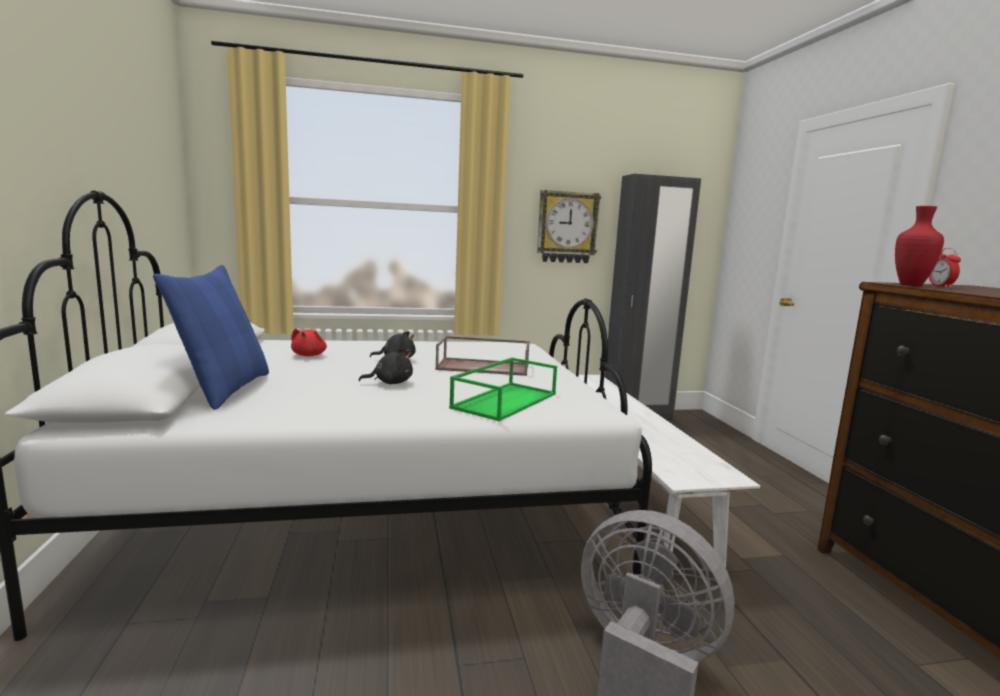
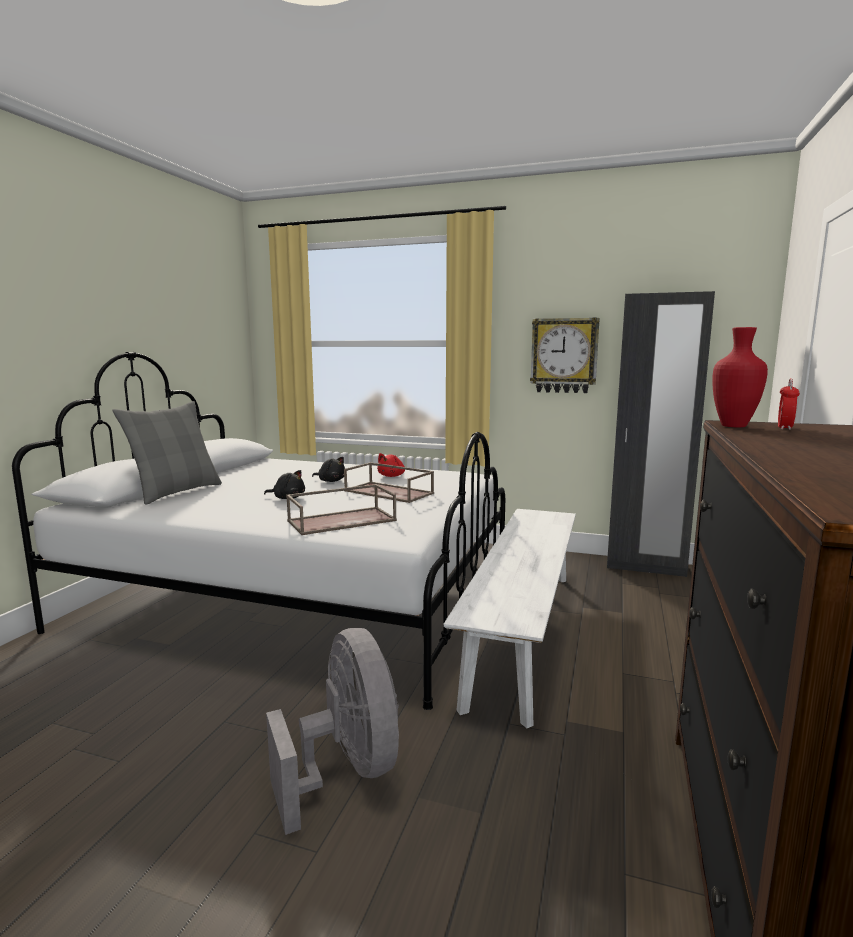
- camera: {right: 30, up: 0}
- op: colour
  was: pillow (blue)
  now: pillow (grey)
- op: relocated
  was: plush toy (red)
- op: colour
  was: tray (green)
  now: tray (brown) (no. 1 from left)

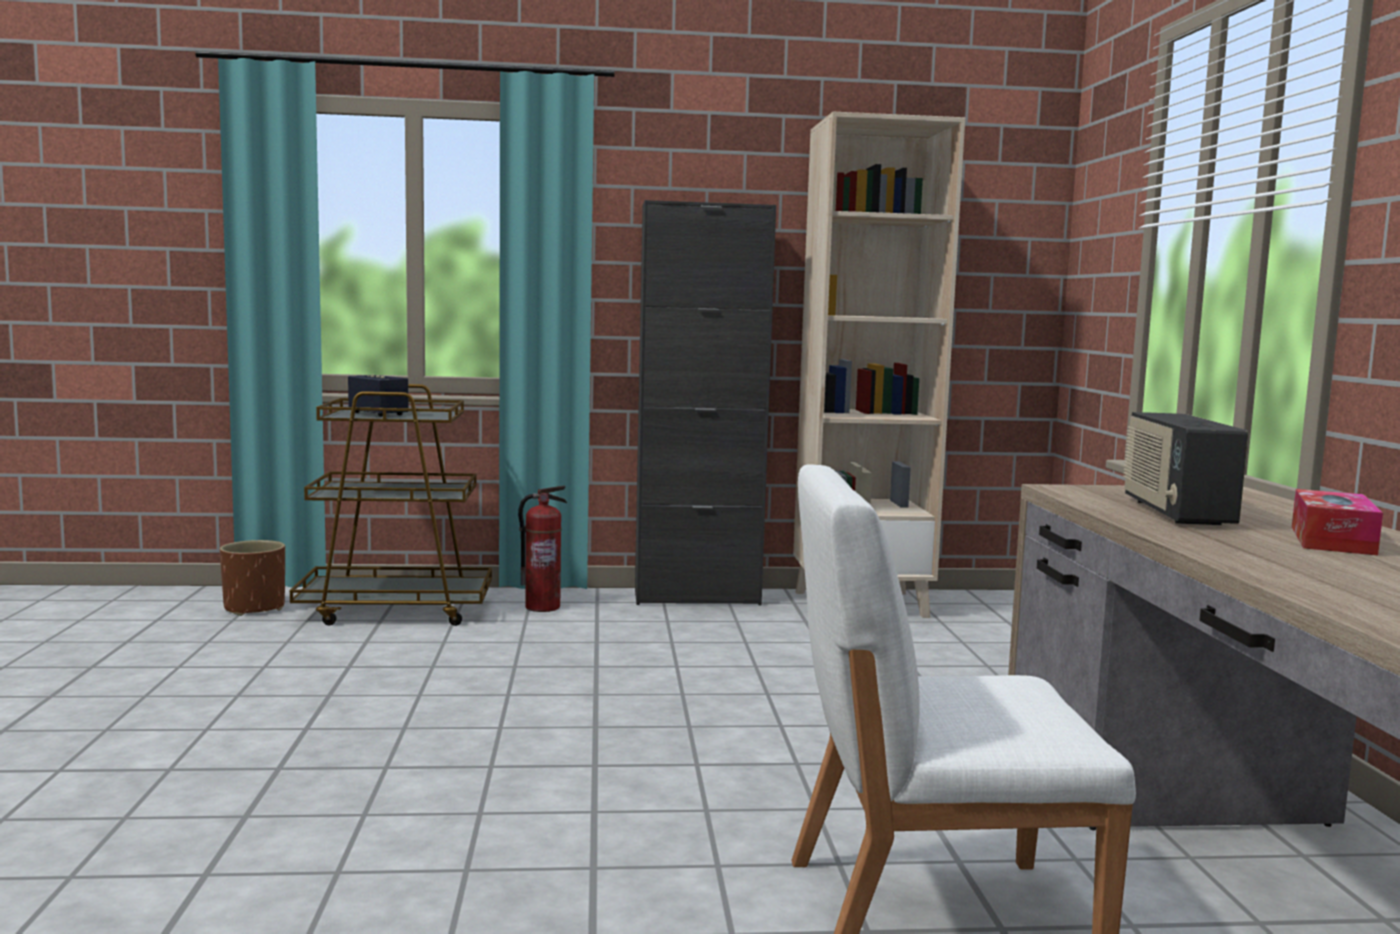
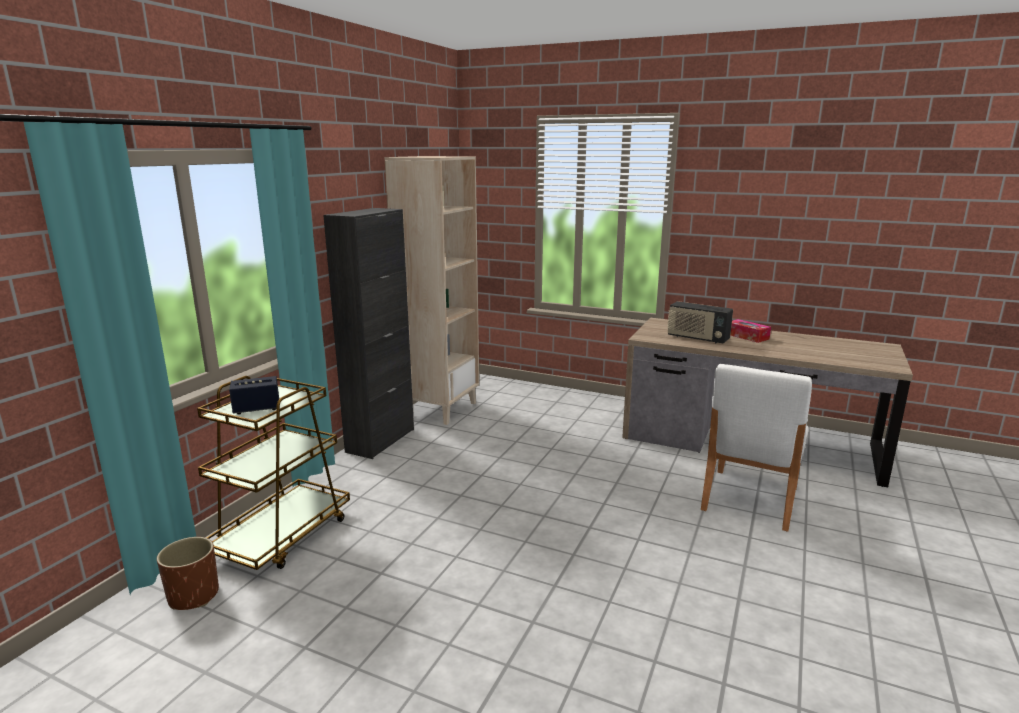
- camera: {right: -60, up: 10}
- op: missing
  was: fire extinguisher

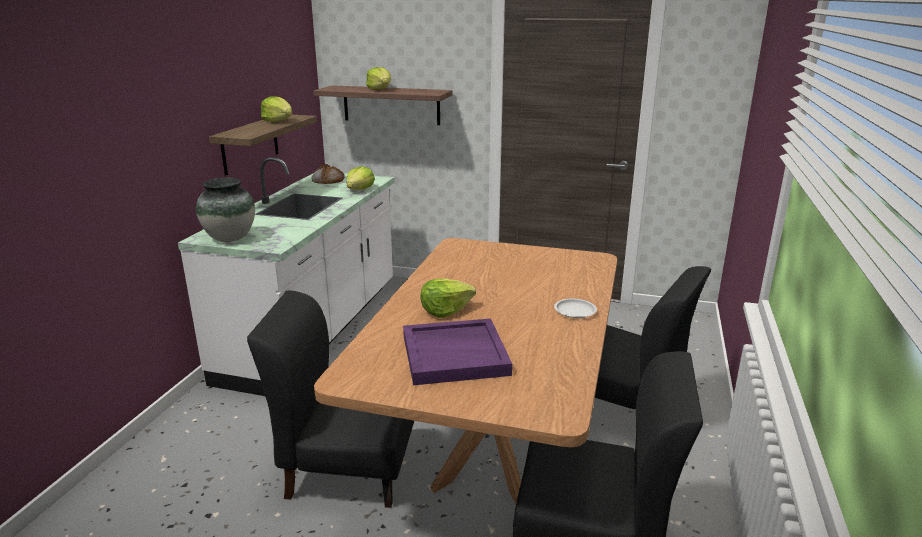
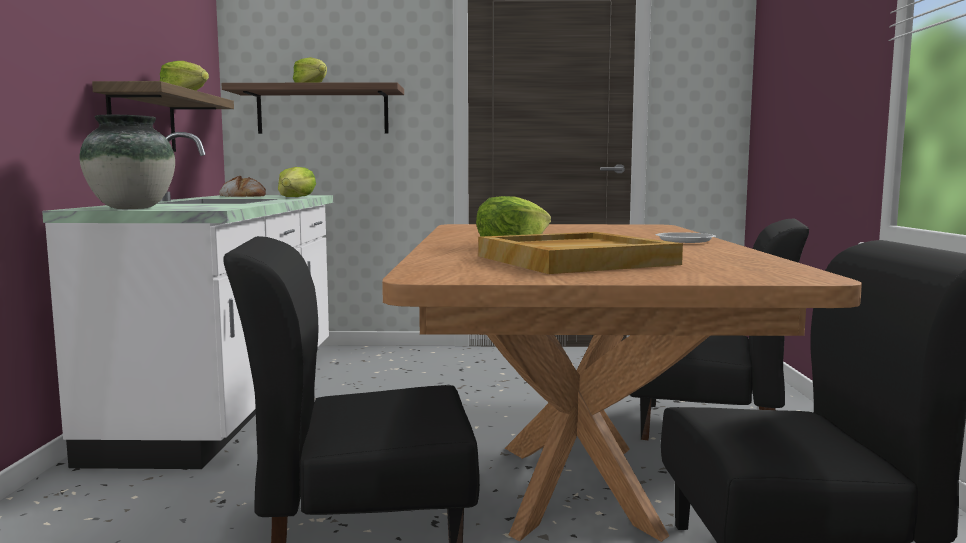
- camera: {right: -15, up: -15}
- op: colour
  was: tray (purple)
  now: tray (beige)

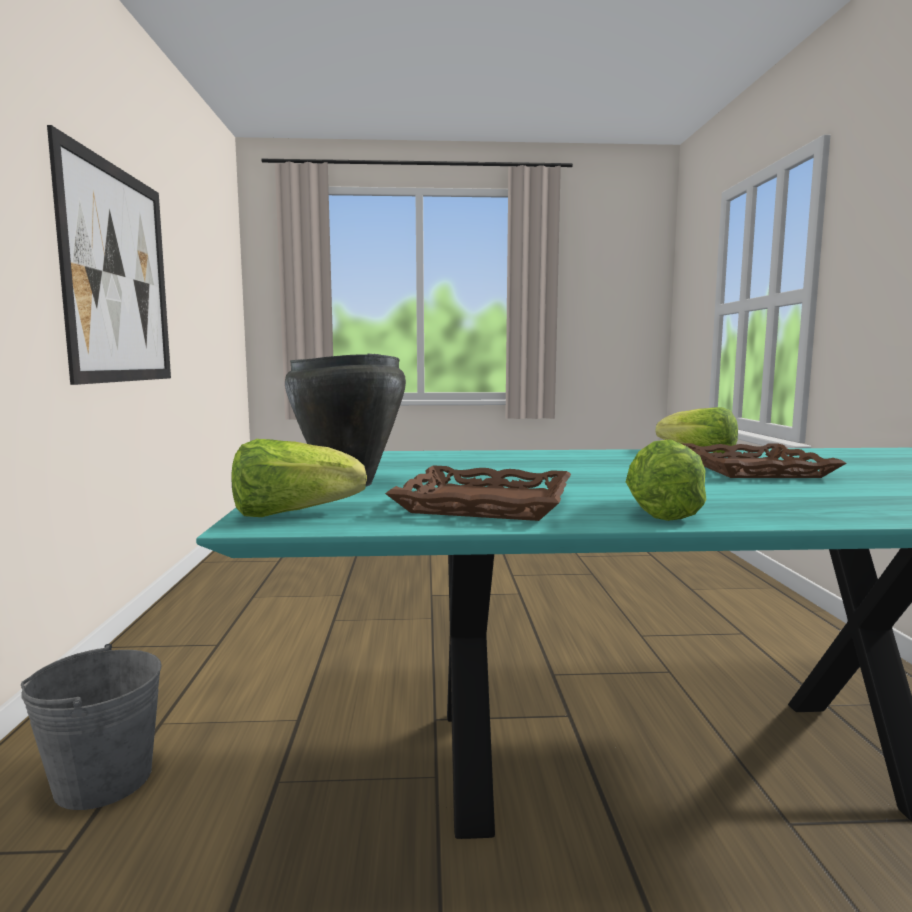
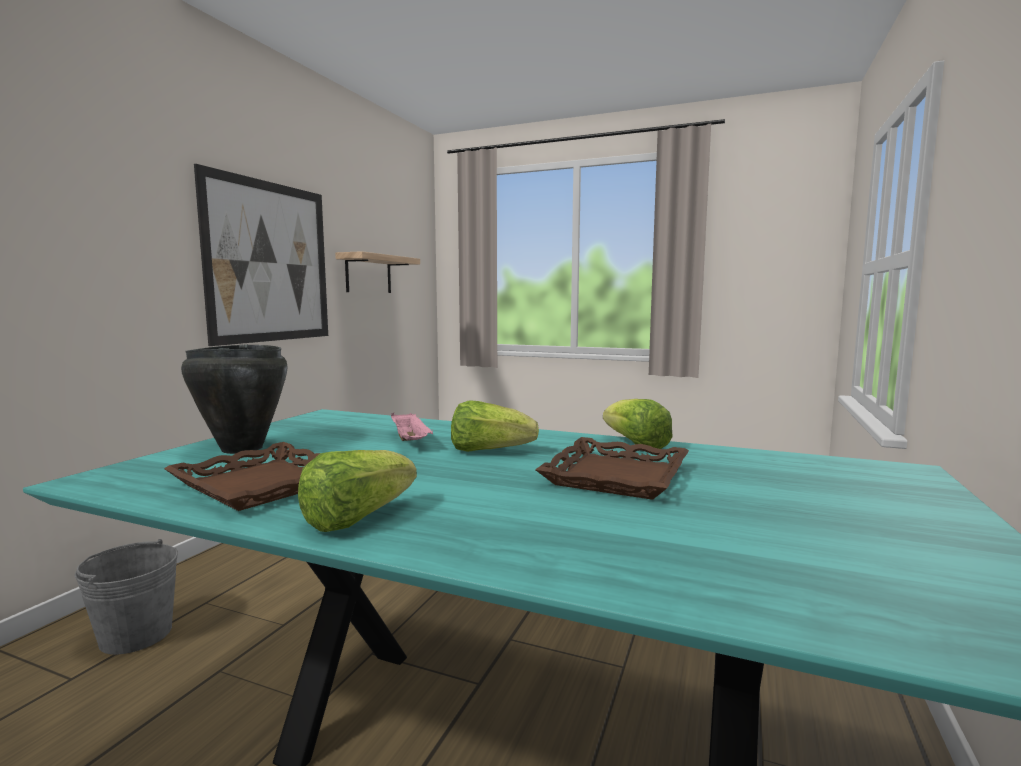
- camera: {right: 25, up: 0}
- op: relocated
  was: lettuce (no. 1 from left in the first image)
  now: lettuce (no. 2 from left)
- op: appeared
  now: shelf
- op: appeared
  now: tray (pink)

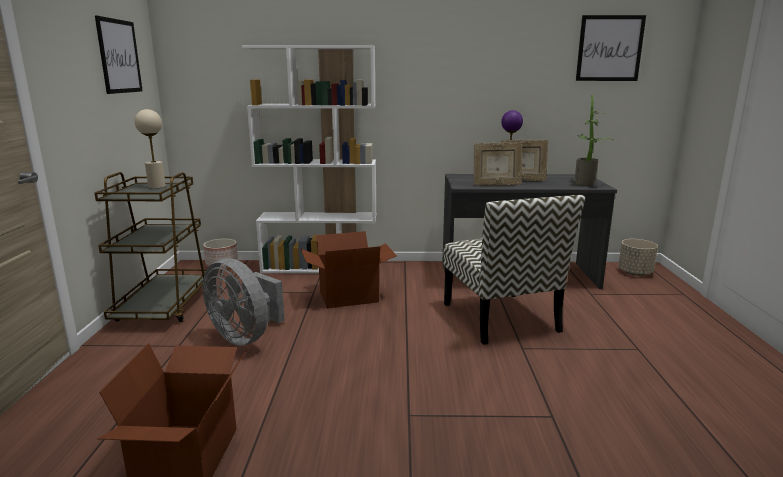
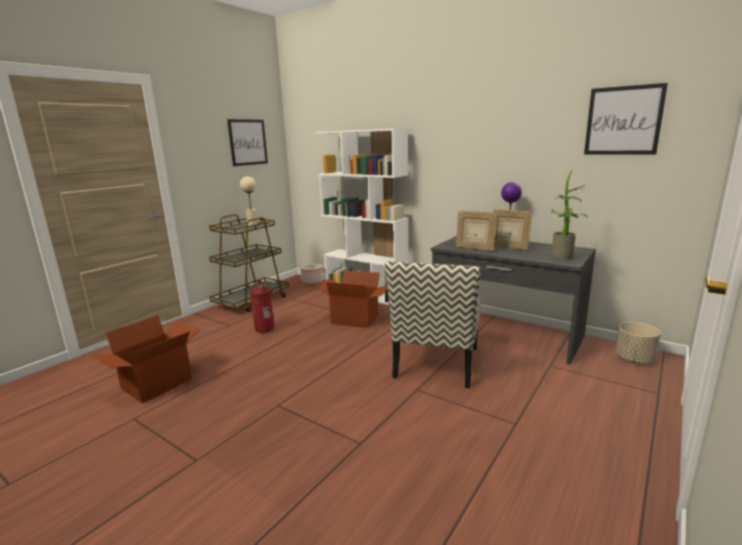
- camera: {right: 35, up: 0}
- op: exchanged
  was: fan (grey)
  now: fire extinguisher

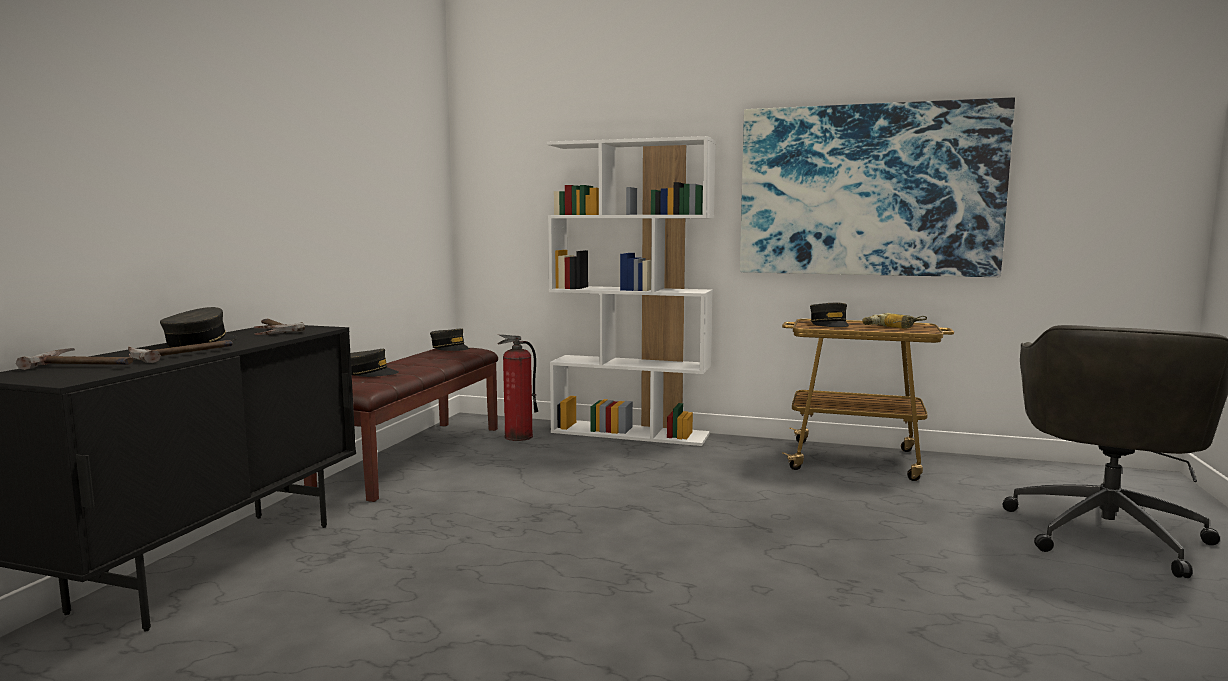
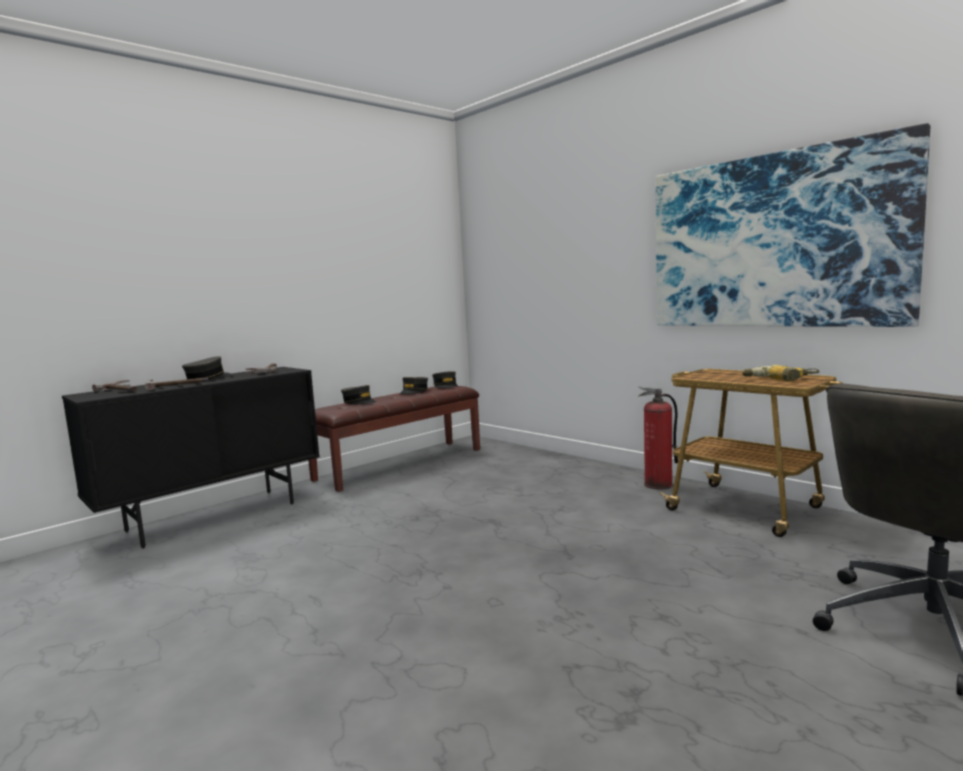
- camera: {right: 30, up: 0}
- op: missing
  was: bookcase (white)
- op: relocated
  was: cap (grey) (no. 4 from left in the first image)
  now: cap (grey) (no. 3 from left)
- op: relocated
  was: fire extinguisher

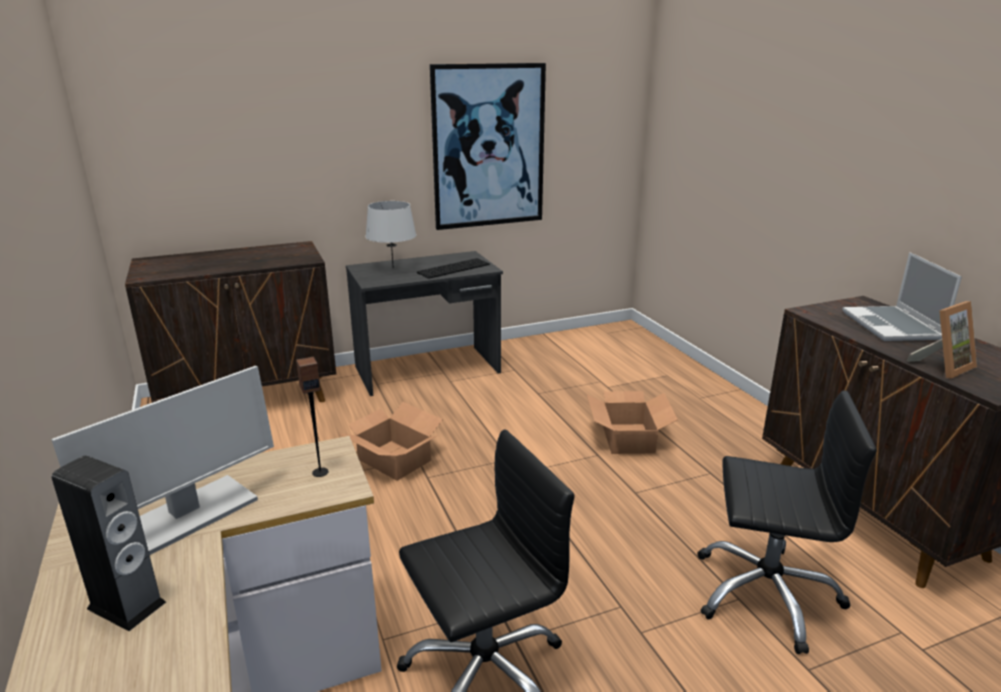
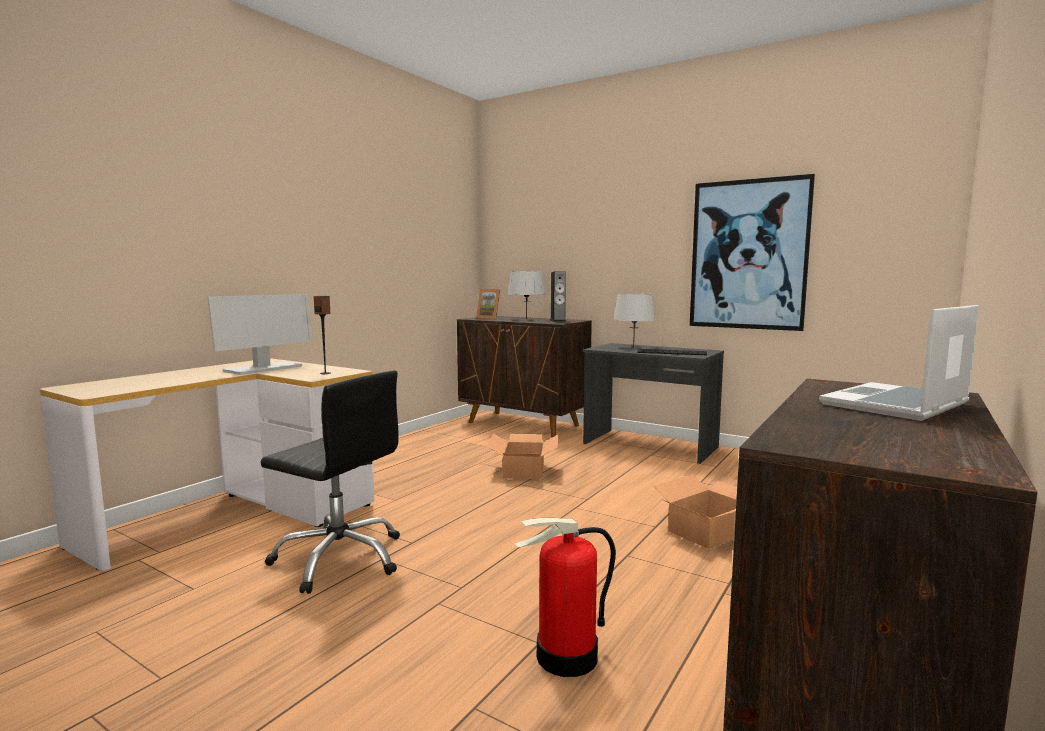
- camera: {right: 55, up: -15}
- op: relocated
  was: picture frame
- op: spun
  was: monitor
  clockwise: -60
- op: exchanged
  was: office chair (black) (no. 2 from left)
  now: fire extinguisher
- op: relocated
  was: speaker (no. 1 from left in the first image)
  now: speaker (no. 2 from left)
- op: appeared
  now: table lamp (grey) (no. 1 from left)

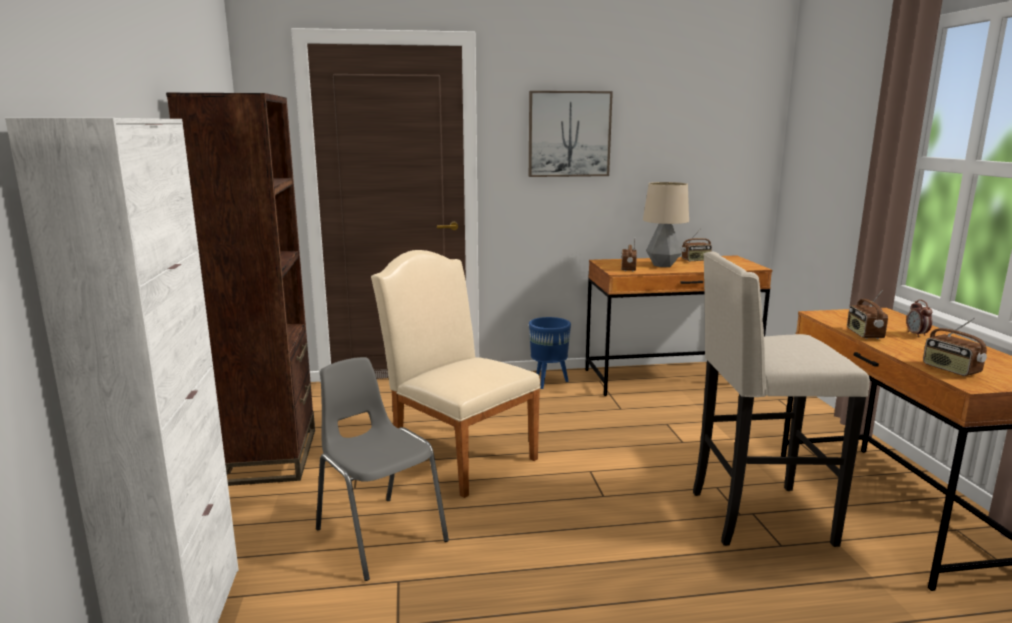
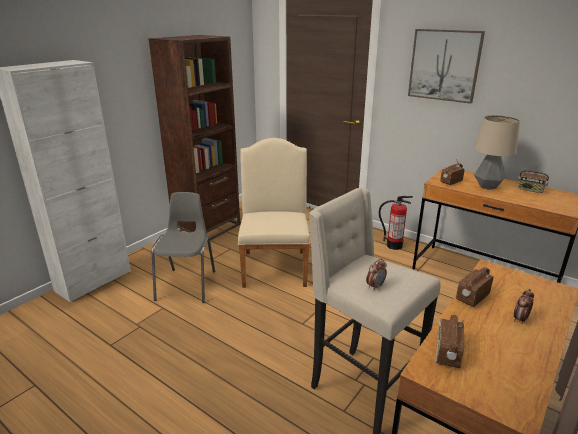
- camera: {right: 45, up: 10}
- op: exchanged
  was: planter (blue)
  now: fire extinguisher
- op: appeared
  now: alarm clock (no. 1 from left)

